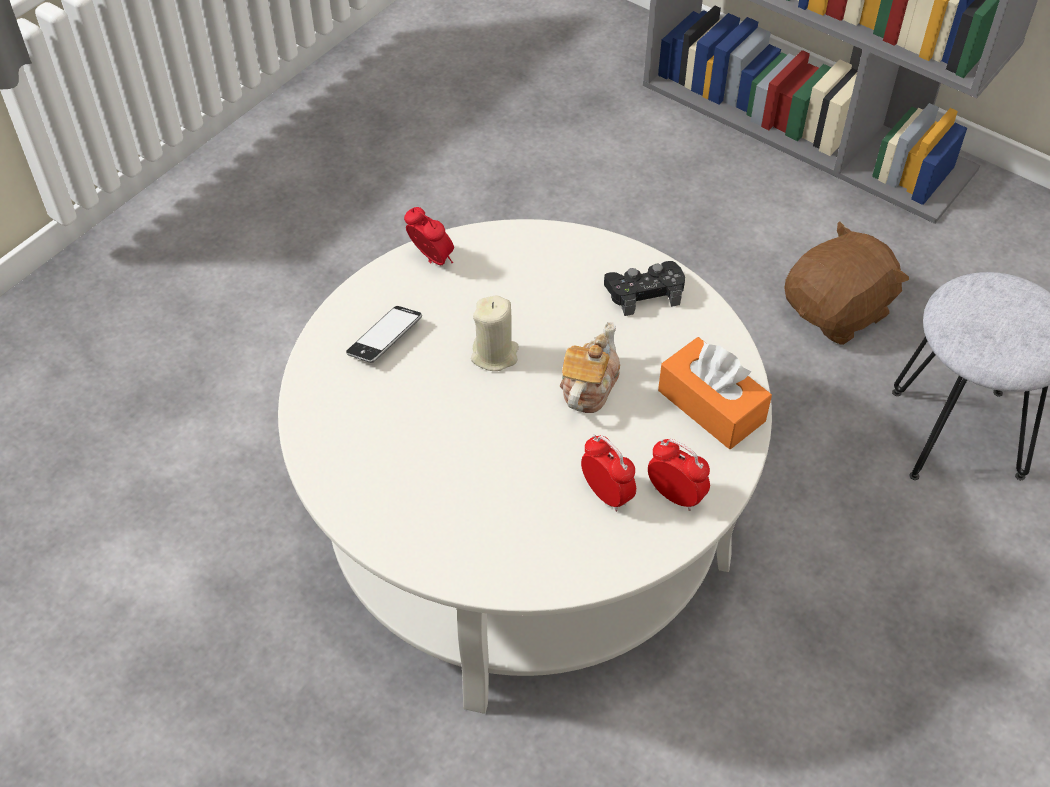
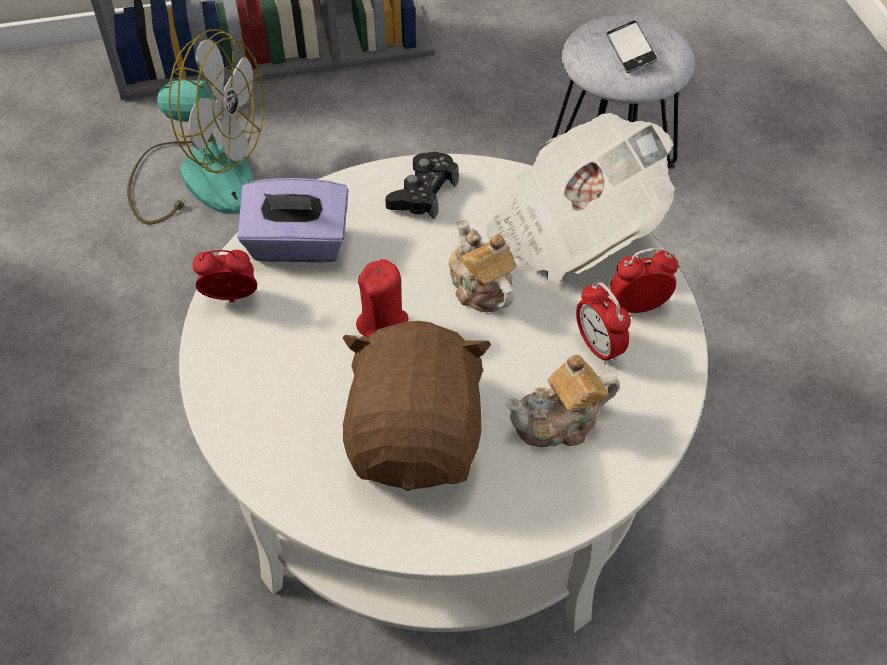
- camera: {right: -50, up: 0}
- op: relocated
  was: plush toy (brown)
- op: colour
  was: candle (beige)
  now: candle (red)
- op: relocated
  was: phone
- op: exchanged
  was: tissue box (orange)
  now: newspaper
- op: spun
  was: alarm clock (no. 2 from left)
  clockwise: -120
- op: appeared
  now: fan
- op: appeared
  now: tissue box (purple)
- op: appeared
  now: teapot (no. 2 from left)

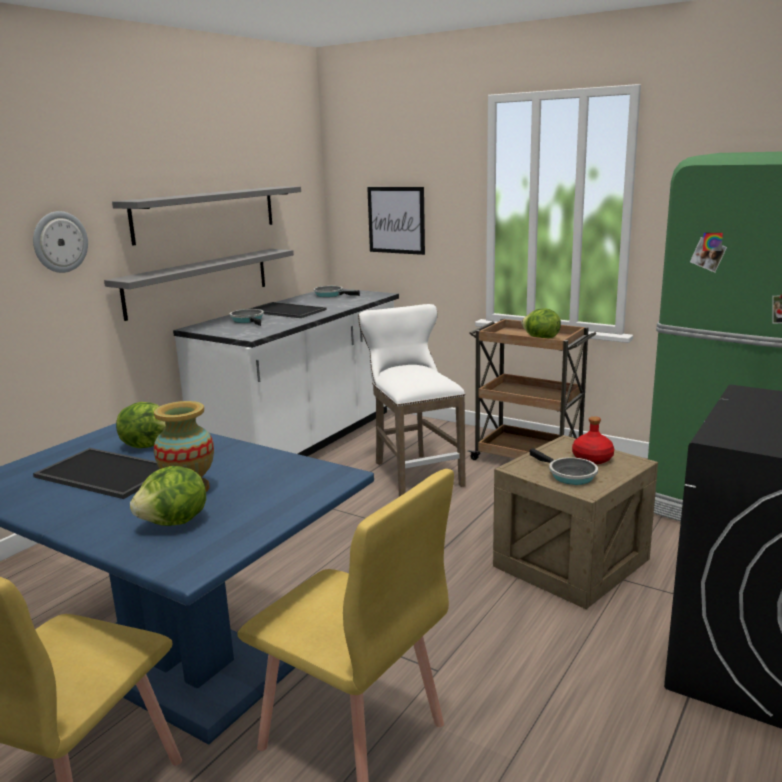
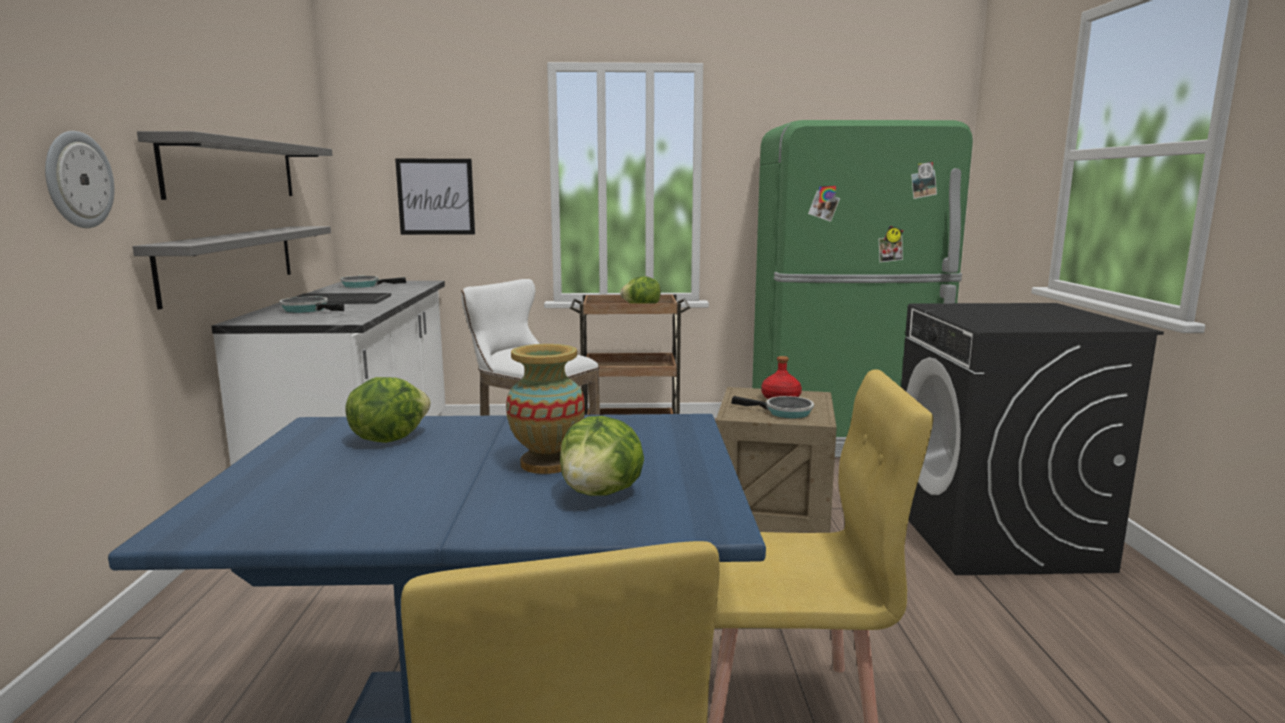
- camera: {right: -35, up: -5}
- op: missing
  was: tray (no. 1 from left)

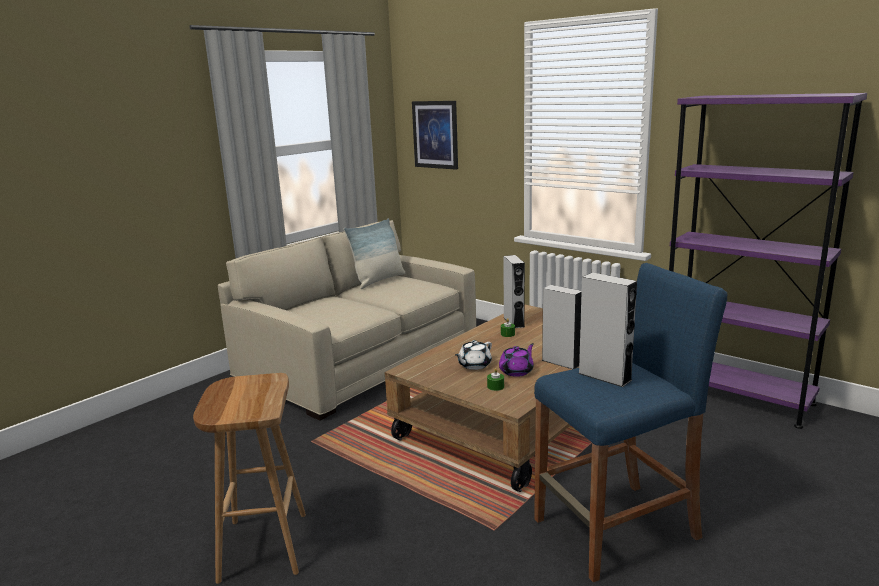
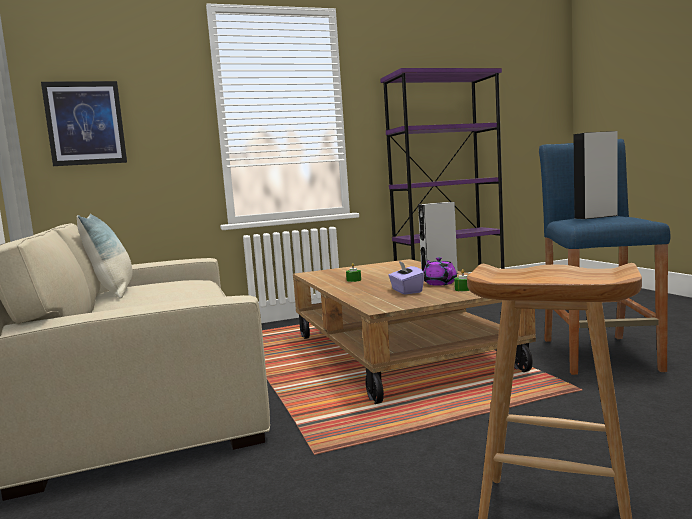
- camera: {right: -60, up: -10}
- op: missing
  was: speaker (grey) (no. 1 from left)
- op: exchanged
  was: teapot (white)
  now: tissue box (purple)

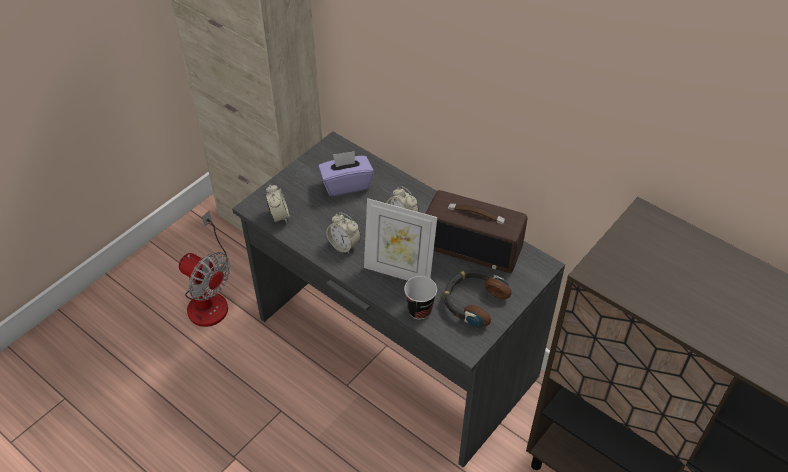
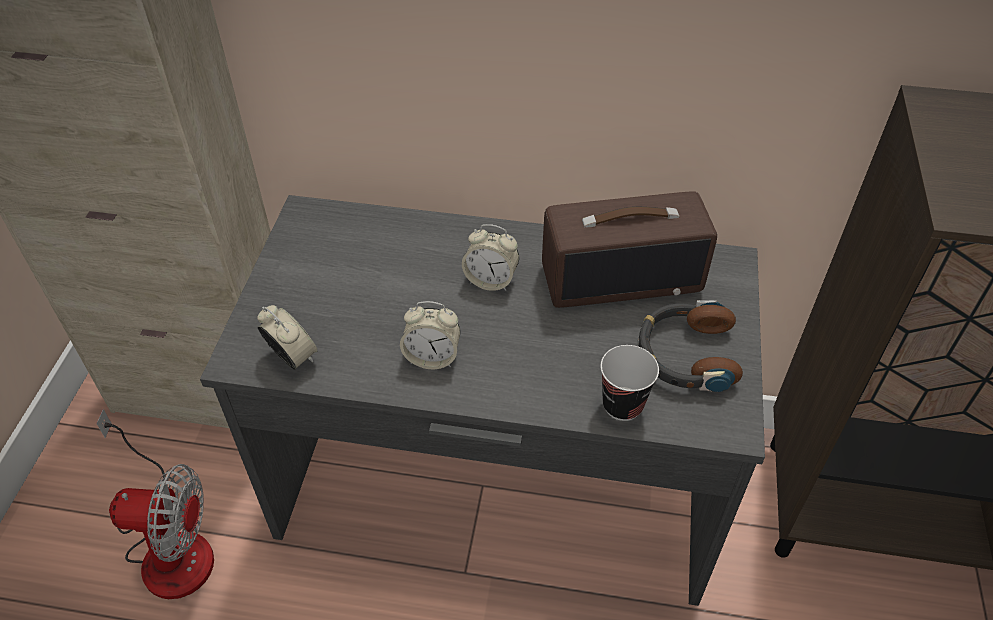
- camera: {right: -30, up: 0}
- op: missing
  was: tissue box (purple)
- op: missing
  was: picture frame

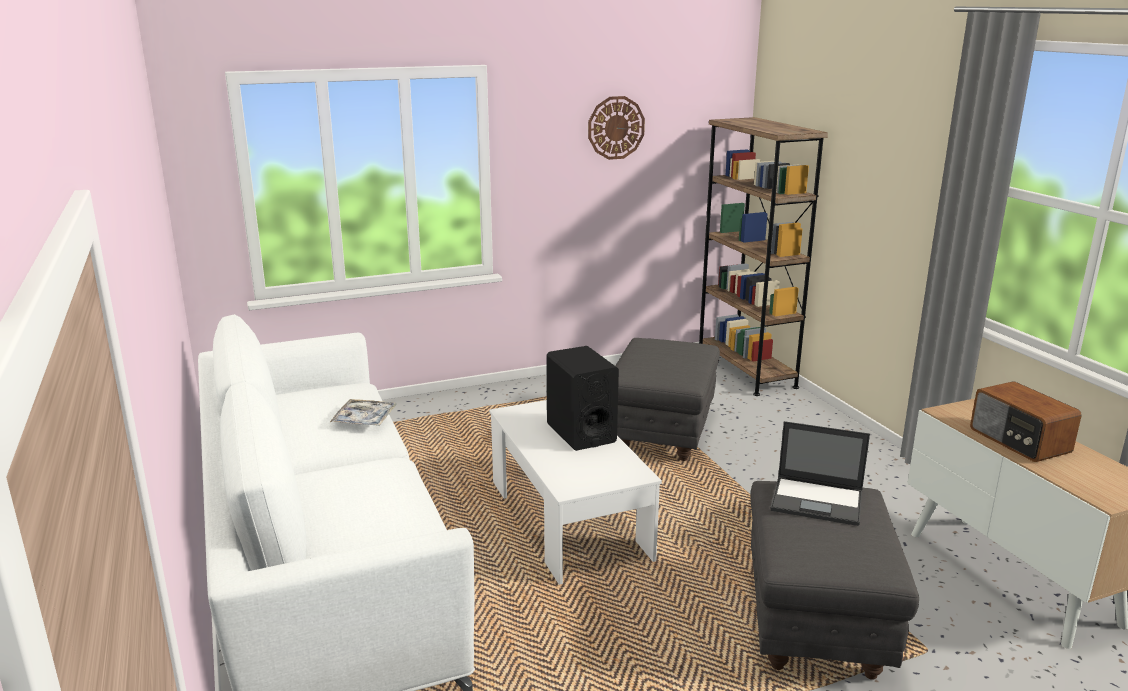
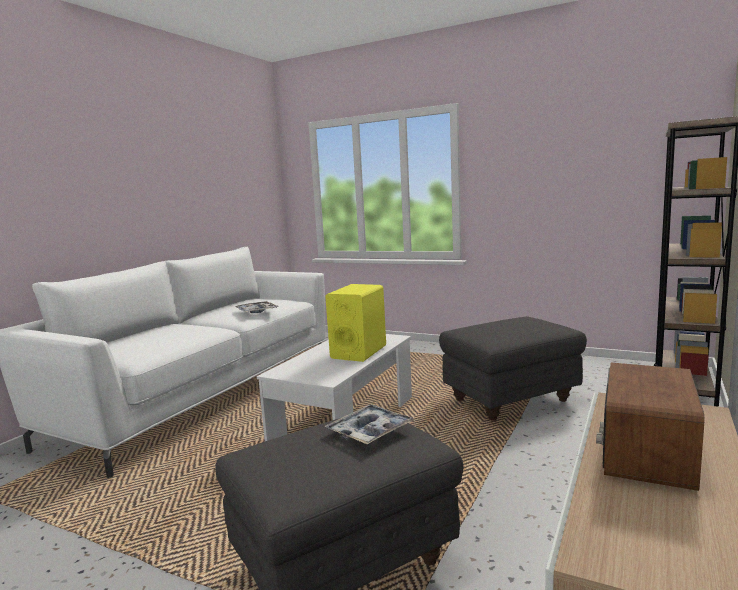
- camera: {right: 50, up: -10}
- op: missing
  was: wall clock
- op: colour
  was: speaker (black)
  now: speaker (yellow)
- op: exchanged
  was: laptop
  now: tray (no. 2 from left)

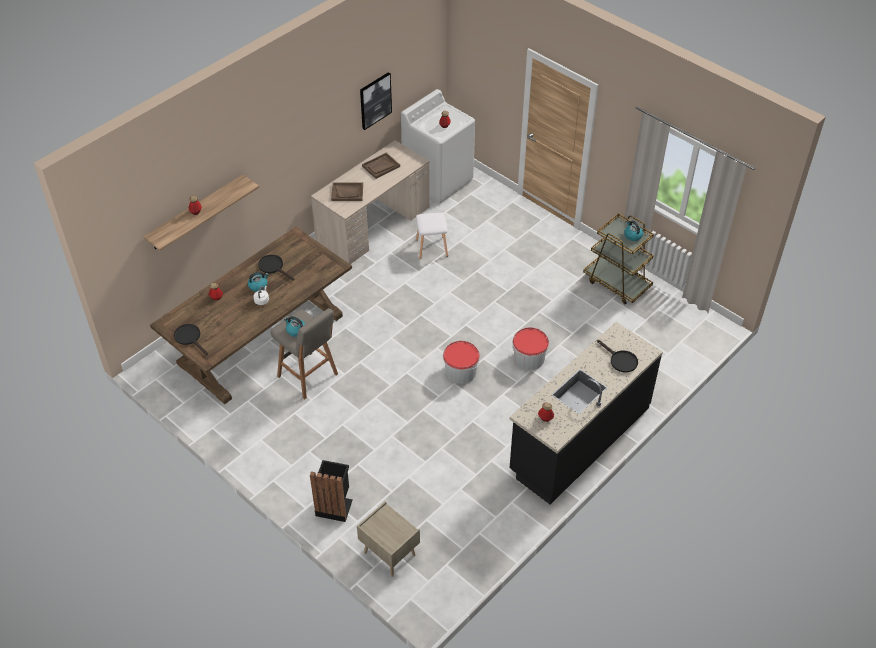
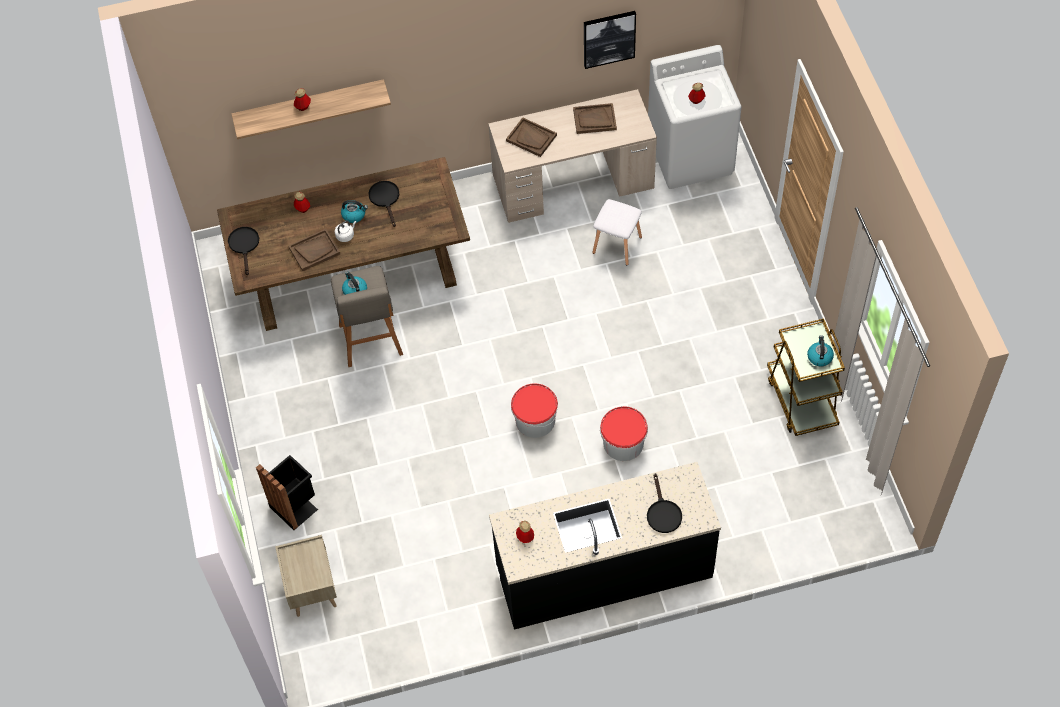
- camera: {right: 35, up: 10}
- op: appeared
  now: tray (brown) (no. 1 from left)

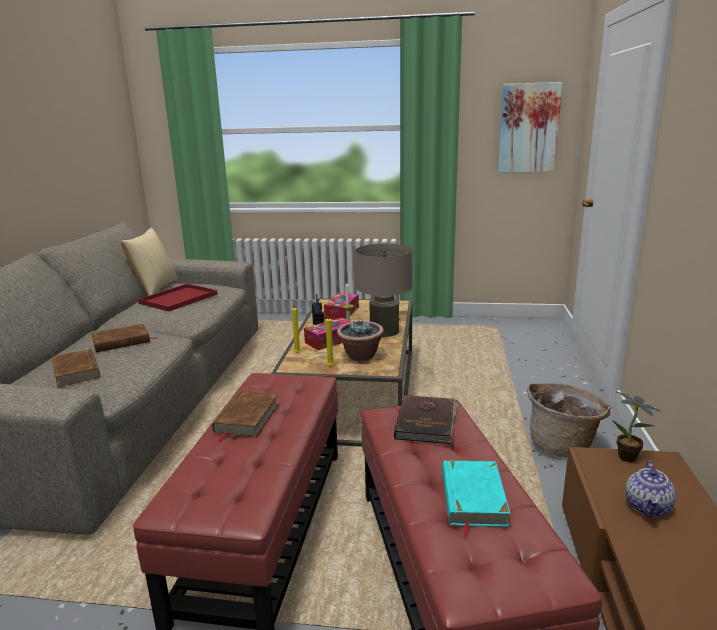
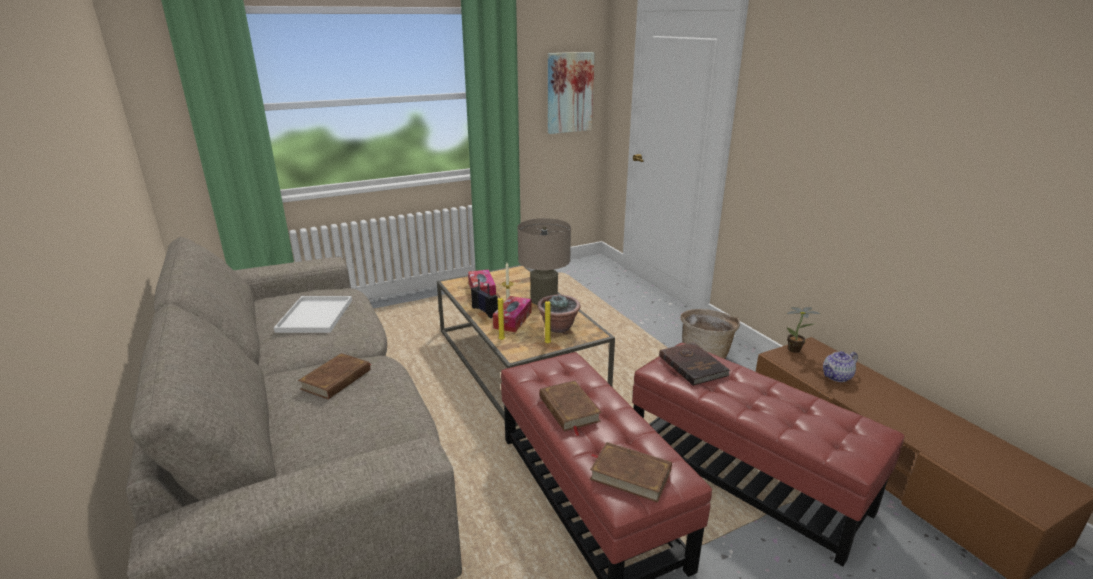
- camera: {right: -35, up: 5}
- op: missing
  was: pillow
- op: colour
  was: tray (red)
  now: tray (white)
- op: relocated
  was: book (brown) (no. 1 from left in the first image)
  now: book (brown) (no. 3 from left)
- op: missing
  was: book (turquoise)
- op: spun
  was: teapot
  clockwise: 75

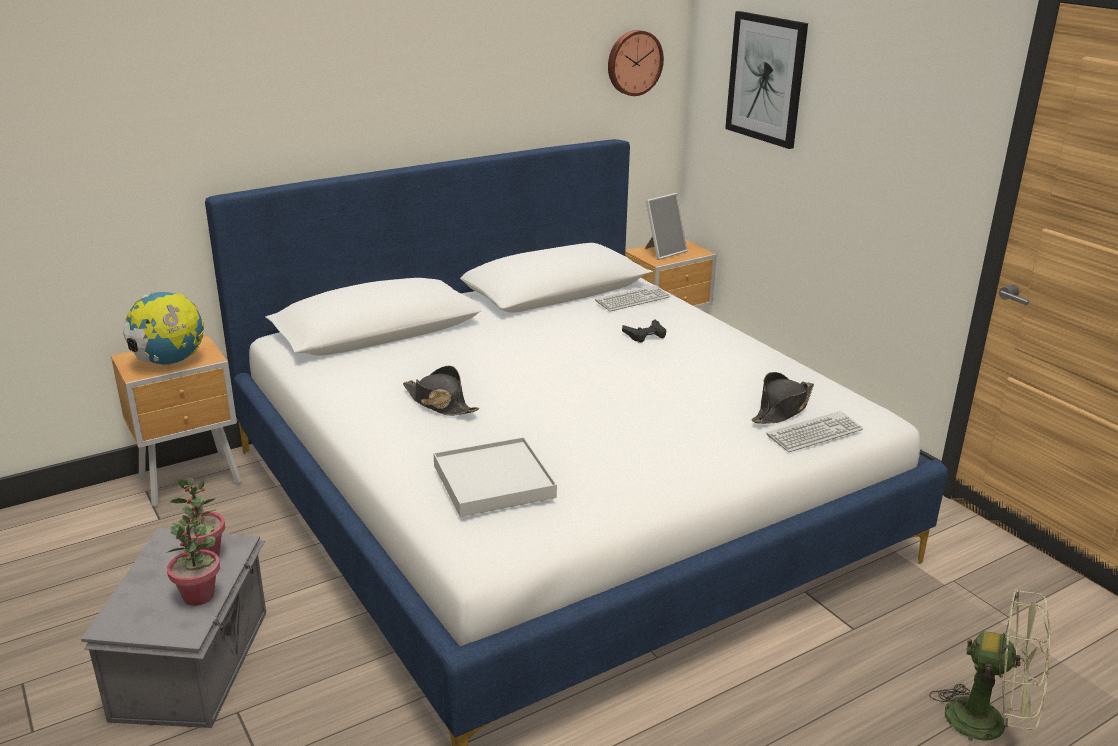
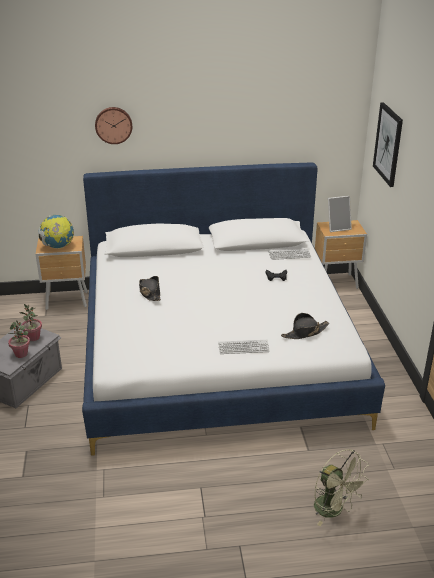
- camera: {right: 25, up: 5}
- op: relocated
  was: wall clock
- op: relocated
  was: keyboard (no. 2 from left in the first image)
  now: keyboard (no. 1 from left)
- op: missing
  was: tray (white)

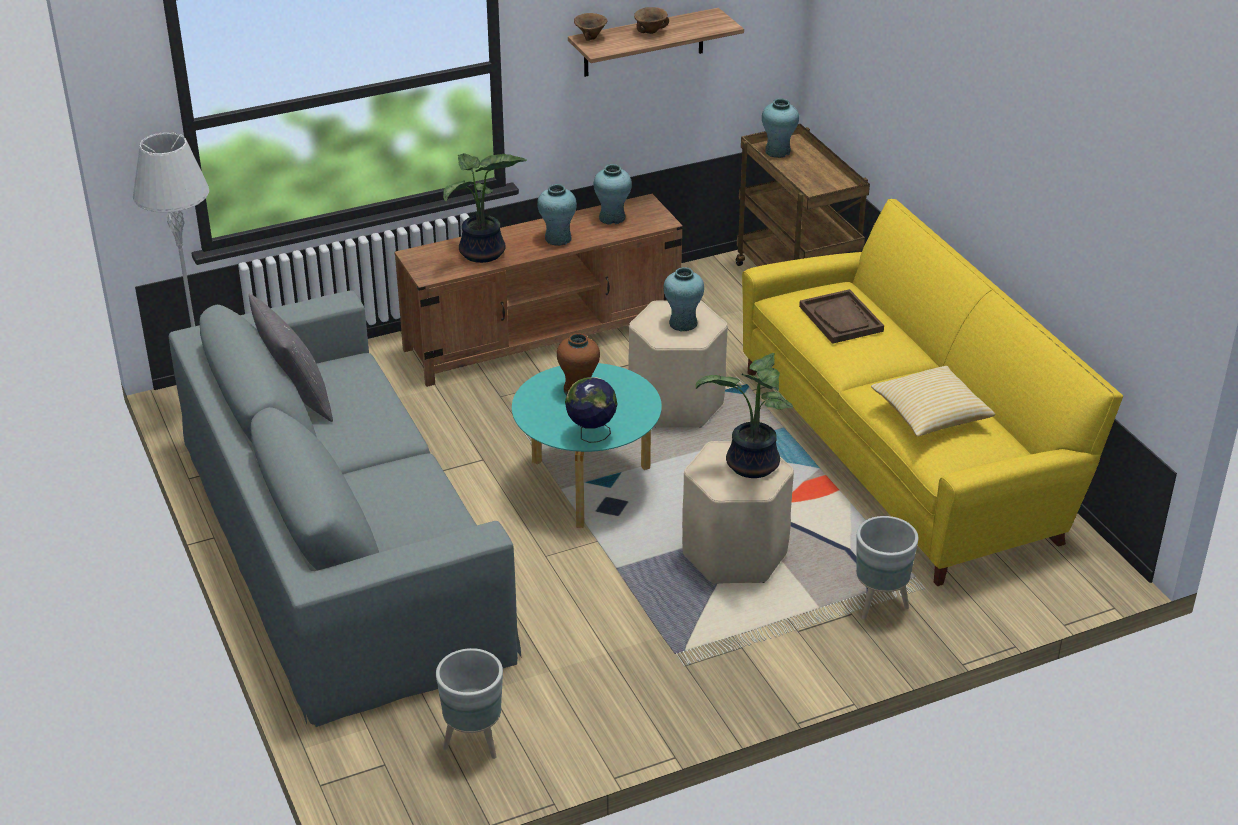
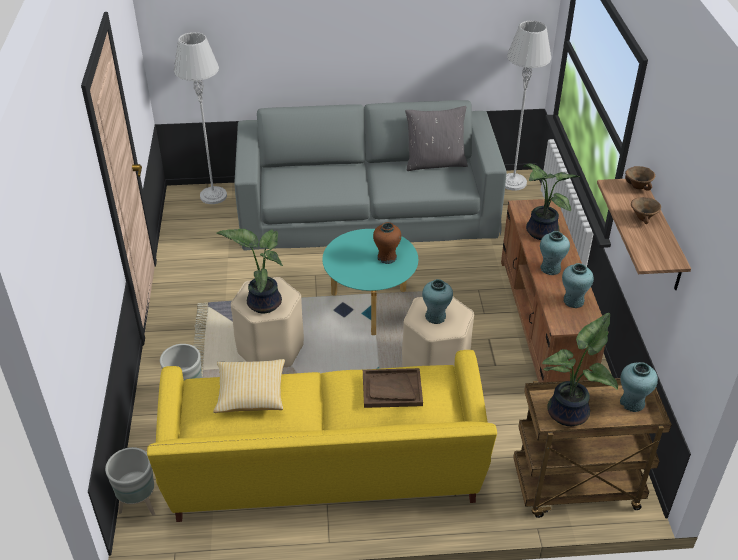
- camera: {right: 110, up: 5}
- op: missing
  was: globe
- op: relocated
  was: planter (grey) (no. 1 from left)
- op: appeared
  now: floor lamp (grey) (no. 1 from left)
- op: appeared
  now: potted plant (no. 3 from left)

